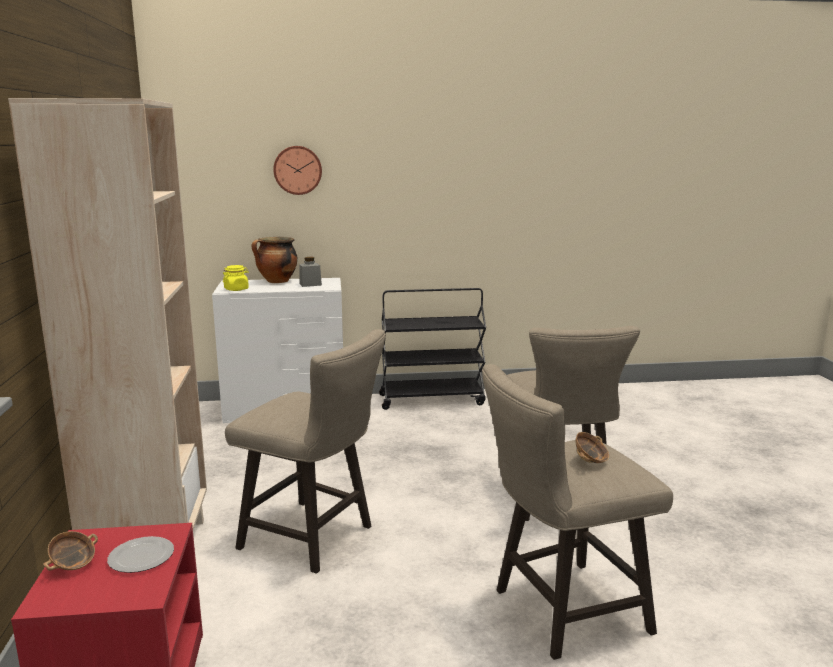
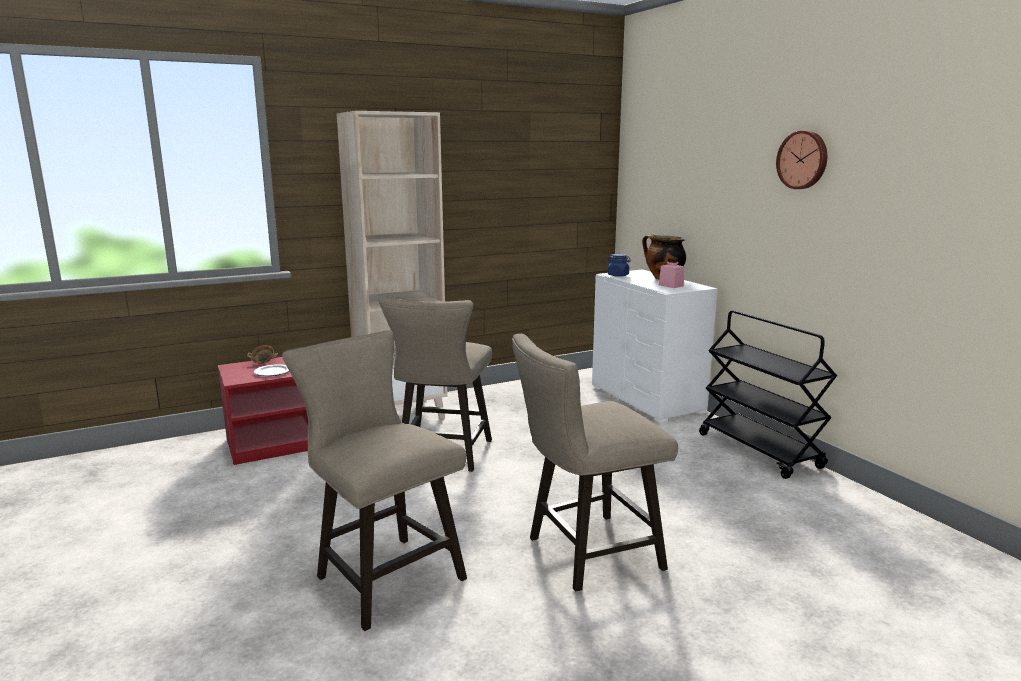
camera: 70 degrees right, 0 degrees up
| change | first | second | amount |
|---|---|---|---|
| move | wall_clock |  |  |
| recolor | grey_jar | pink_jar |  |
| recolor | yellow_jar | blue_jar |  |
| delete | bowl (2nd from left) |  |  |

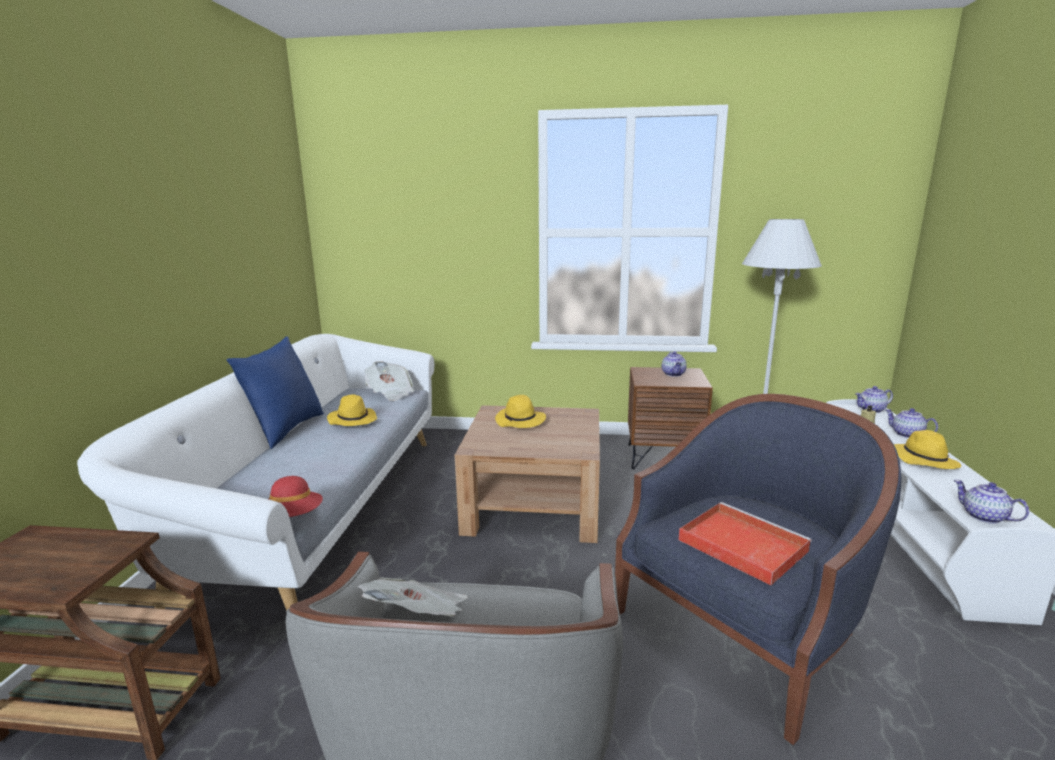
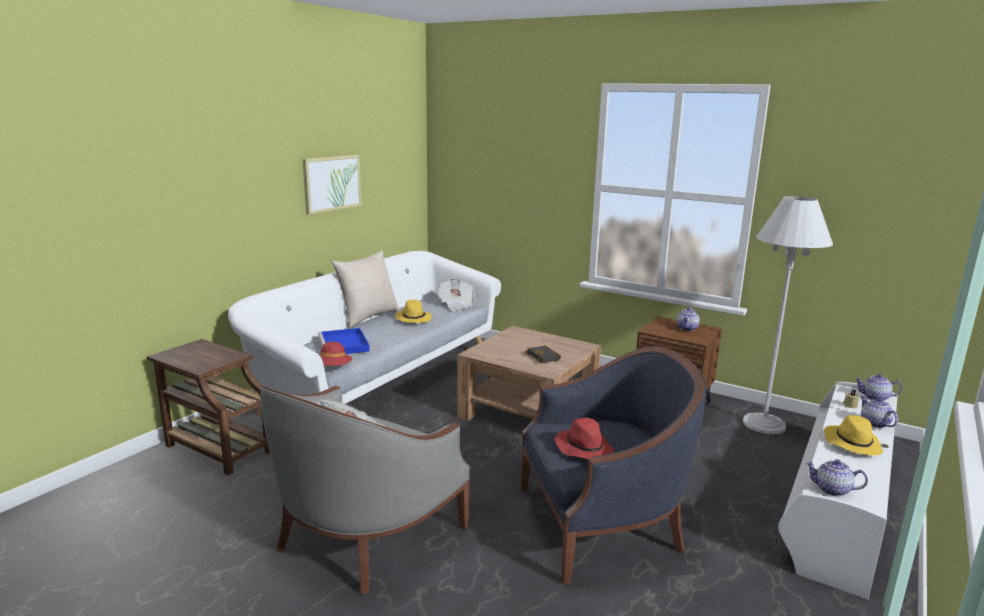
camera: 25 degrees right, 0 degrees up
| change | first | second | amount |
|---|---|---|---|
| recolor | blue_pillow | beige_pillow |  |
| delete | yellow_hat (2nd from left) |  |  |
| rotate | teapot (4th from left in the first image) | teapot (2nd from left) | 60 degrees counterclockwise |
| replace | red_tray | red_hat (2nd from left) |  |
| insert |  | picture |  |
| insert |  | blue_tray |  |
| insert |  | black_book |  |

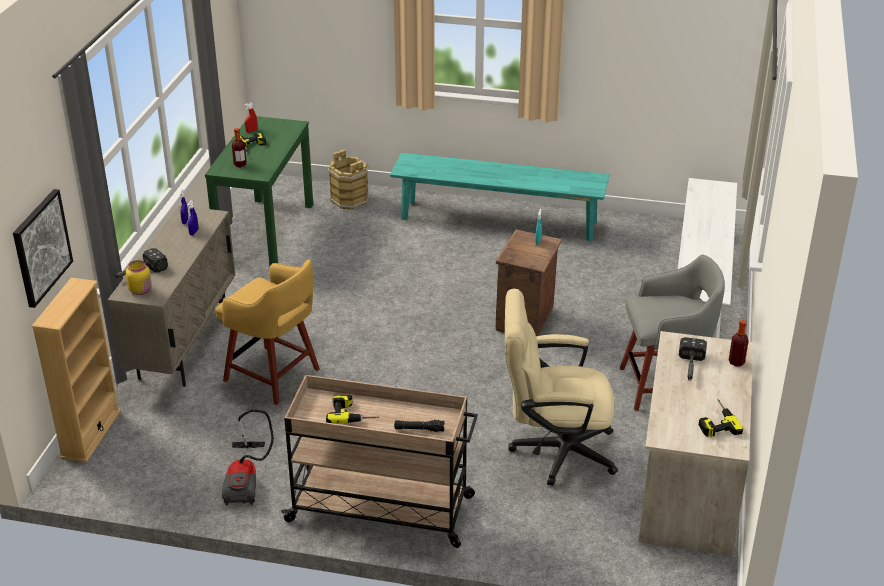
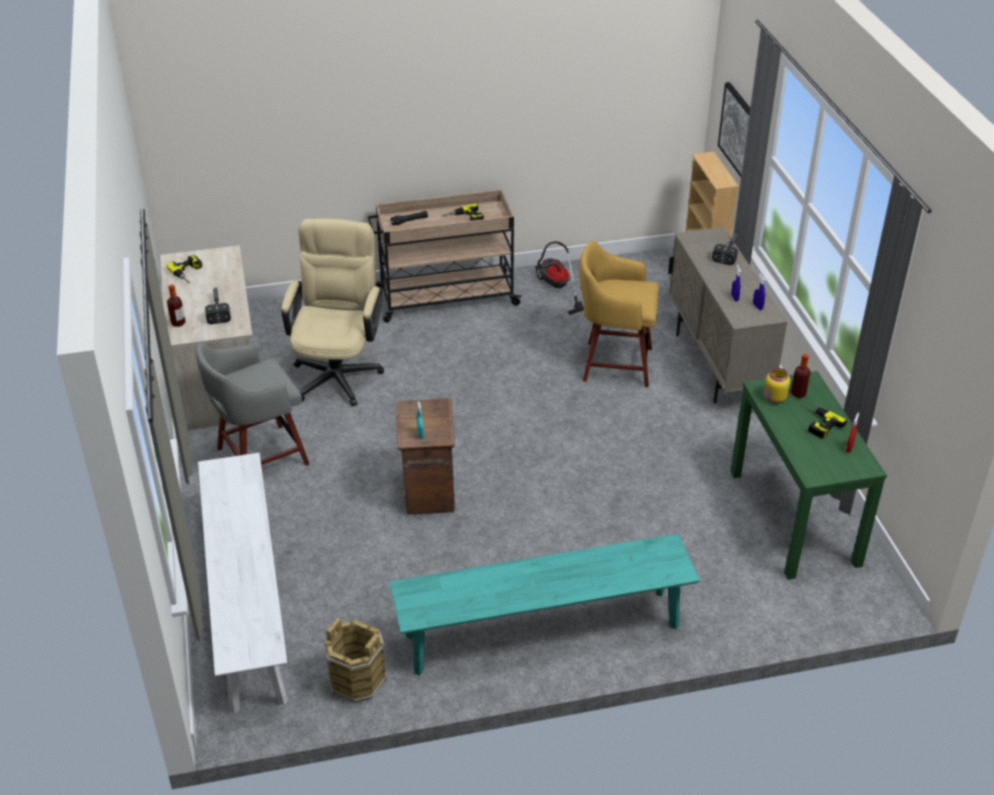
camera: 155 degrees right, 5 degrees up
| change | first | second | amount |
|---|---|---|---|
| move | brown_bucket |  |  |
| move | yellow_jar |  |  |
| rotate | beige_office_chair |  | 60 degrees counterclockwise |

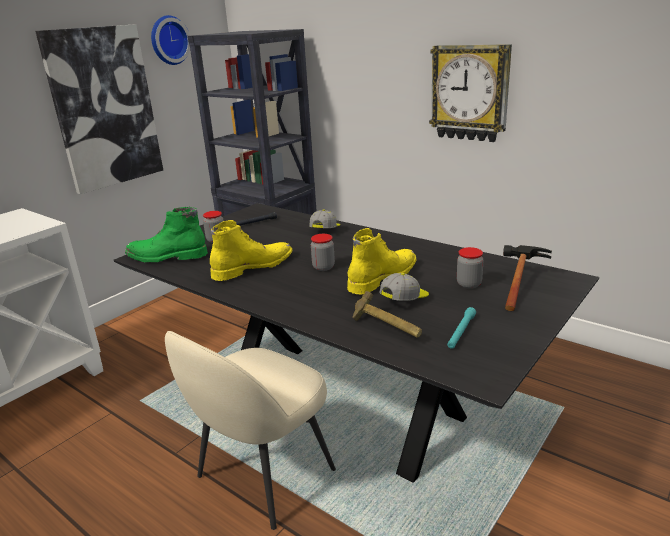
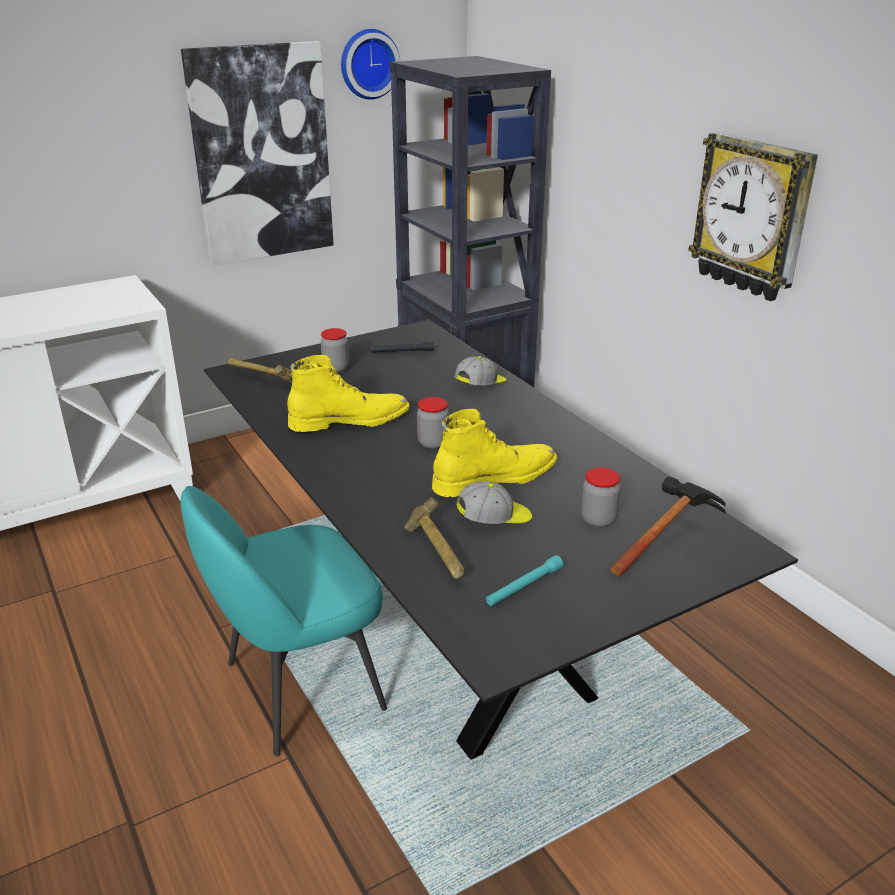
camera: 20 degrees right, 5 degrees up
| change | first | second | amount |
|---|---|---|---|
| replace | green_boot | hammer (1st from left) |  |
| recolor | beige_chair | turquoise_chair |  |

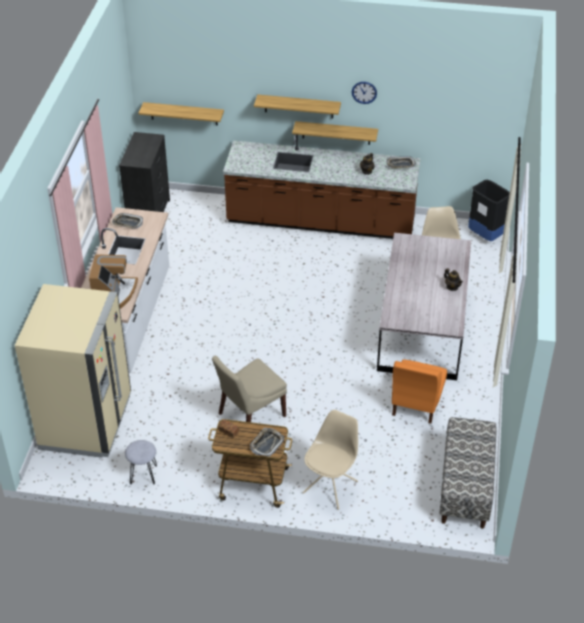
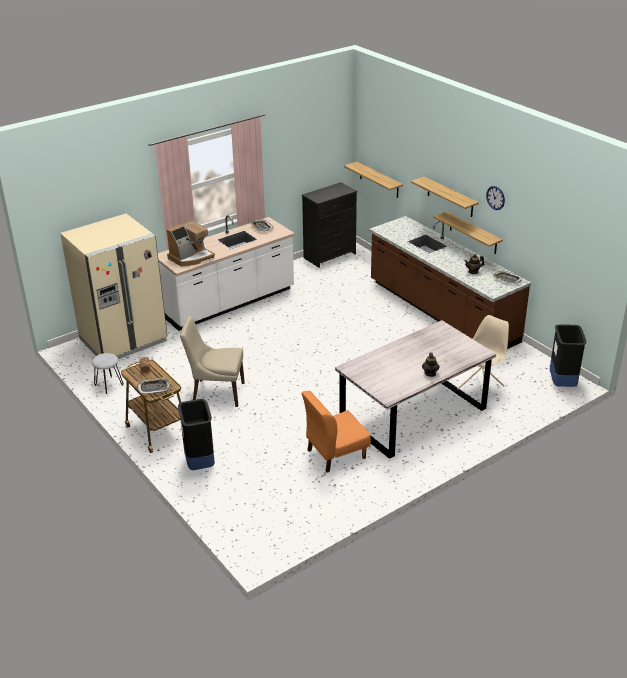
camera: 45 degrees right, 10 degrees down
| change | first | second | amount |
|---|---|---|---|
| replace | beige_chair (2nd from left) | black_trash_can (1st from left) |  |
| delete | bench |  |  |

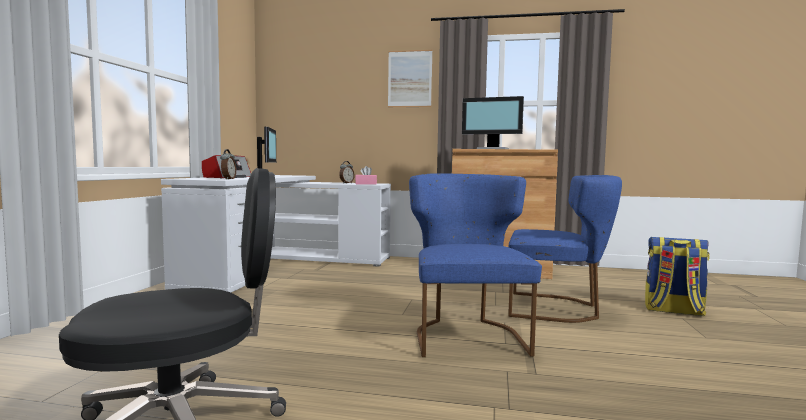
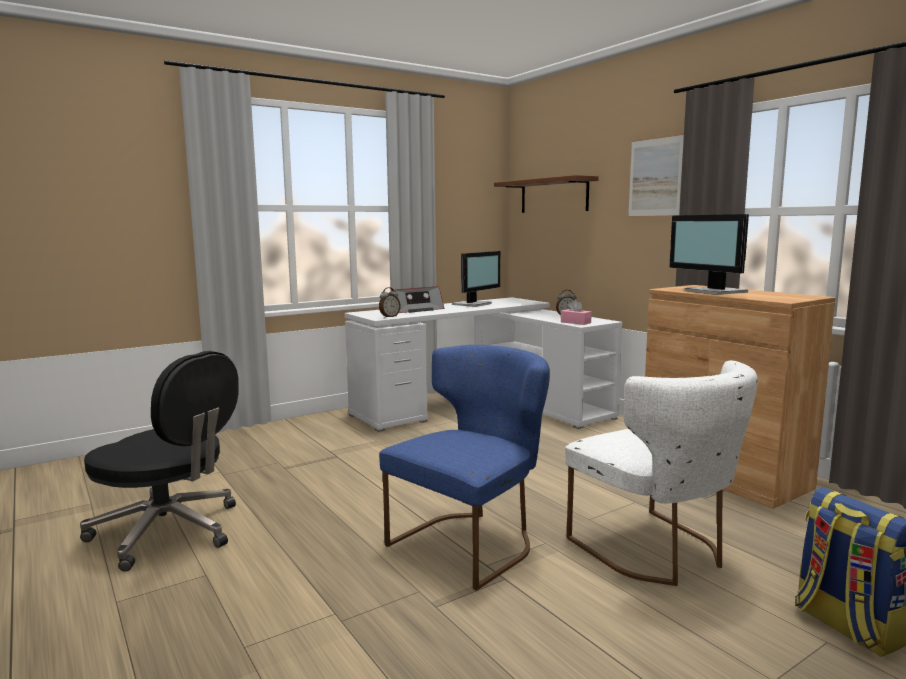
camera: 45 degrees right, 5 degrees up
| change | first | second | amount |
|---|---|---|---|
| recolor | blue_chair (2nd from left) | white_chair |  |
| insert |  | brown_shelf |  |

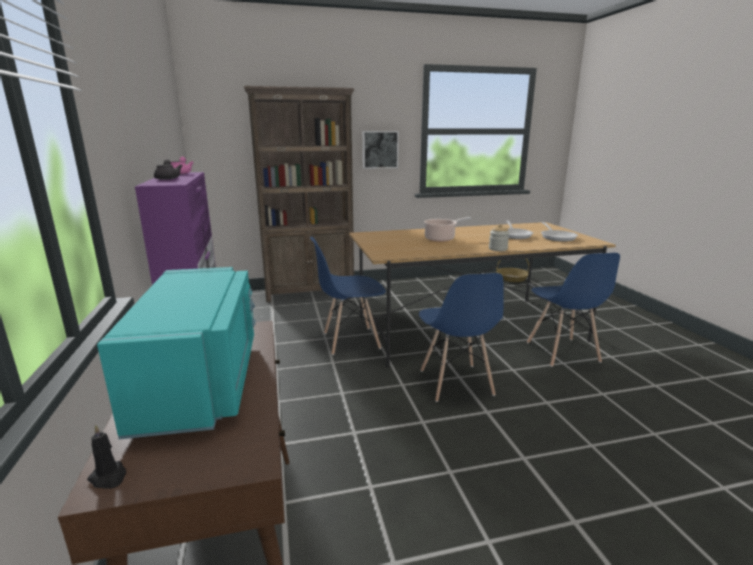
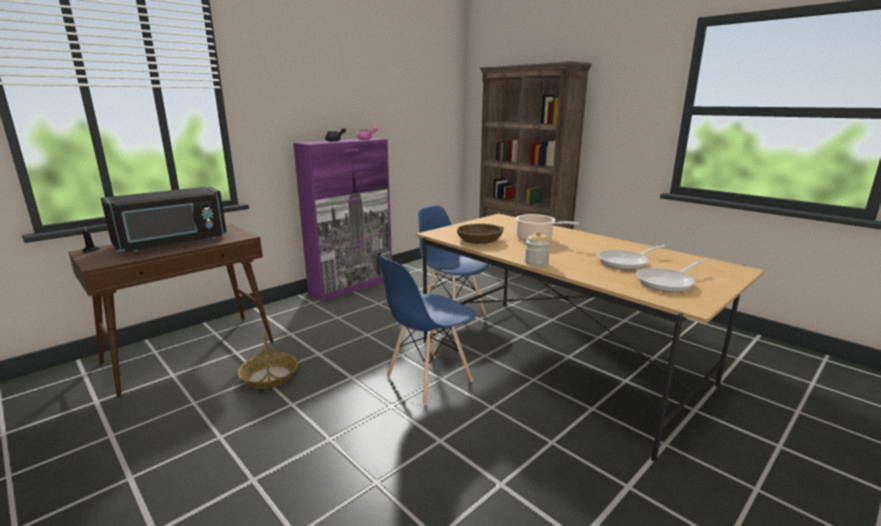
camera: 60 degrees right, 0 degrees up
| change | first | second | amount |
|---|---|---|---|
| delete | picture |  |  |
| delete | blue_chair (3rd from left) |  |  |
| move | basket |  |  |
| recolor | turquoise_microwave | black_microwave |  |
| insert |  | brown_bowl |  |

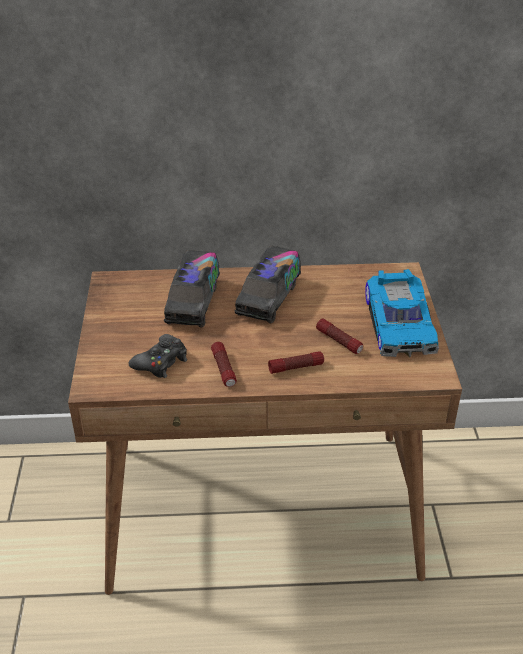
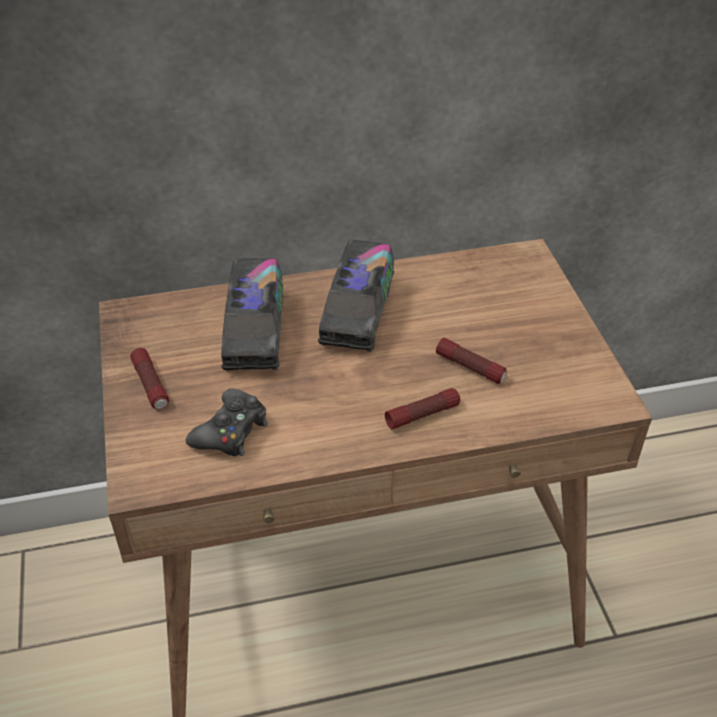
camera: 10 degrees left, 5 degrees up
| change | first | second | amount |
|---|---|---|---|
| delete | toy_car |  |  |
| move | flashlight (1st from left) |  |  |

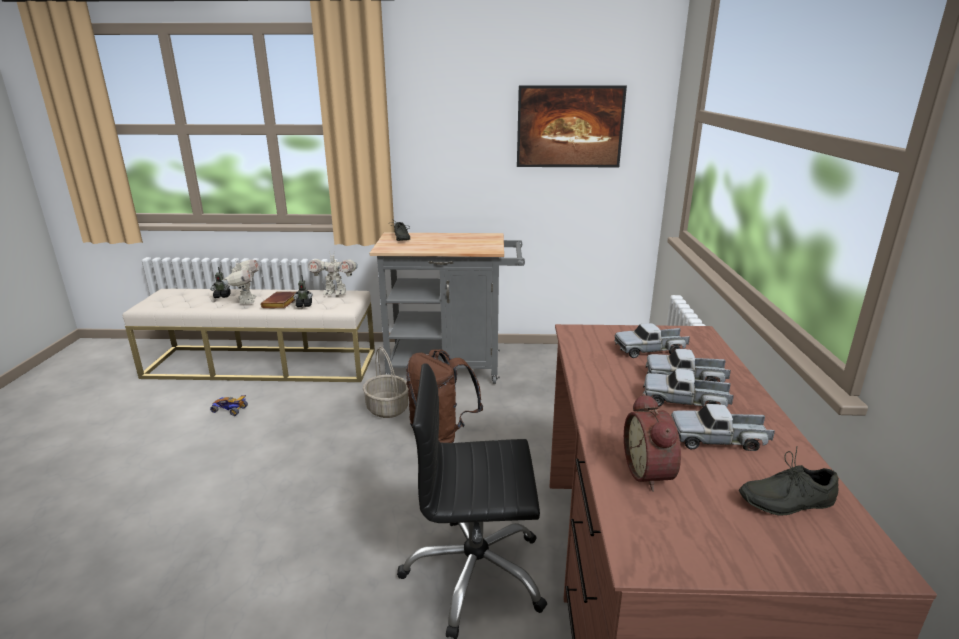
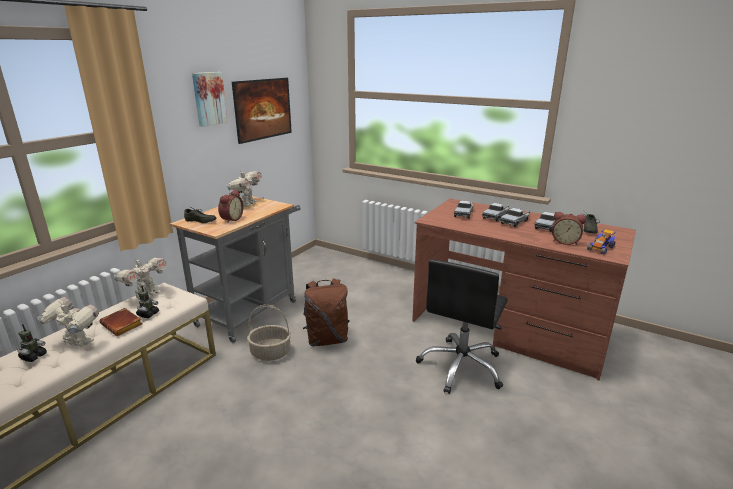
camera: 60 degrees left, 0 degrees up
| change | first | second | amount |
|---|---|---|---|
| move | toy_car |  |  |
| insert |  | picture (1st from left) |  |
| insert |  | toy_robot (5th from left) |  |
| insert |  | alarm_clock (1st from left) |  |

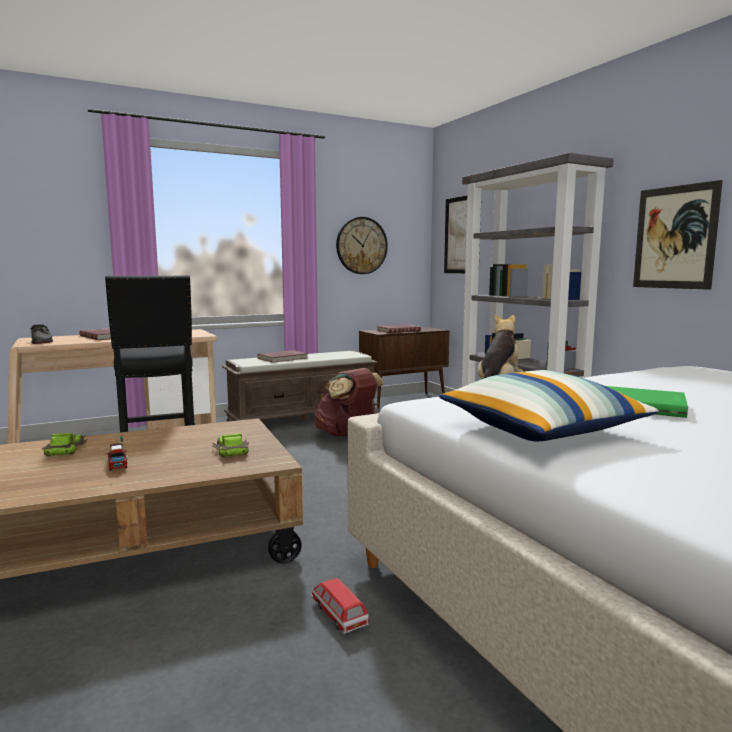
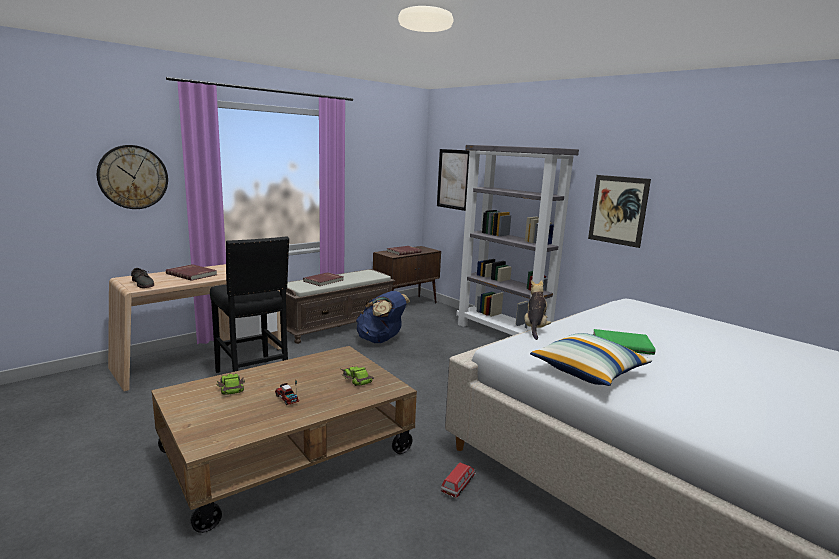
camera: 15 degrees left, 5 degrees up
| change | first | second | amount |
|---|---|---|---|
| move | wall_clock |  |  |
| recolor | brown_backpack | blue_backpack |  |
| rotate | toy_car (3rd from left) |  | 75 degrees clockwise |

